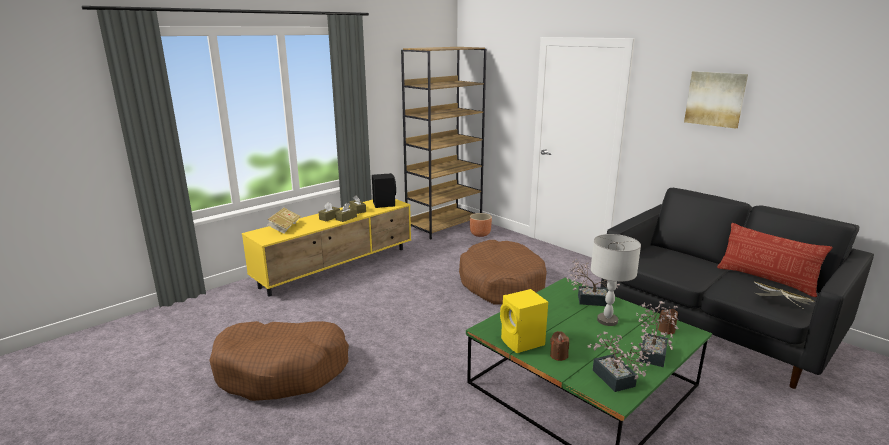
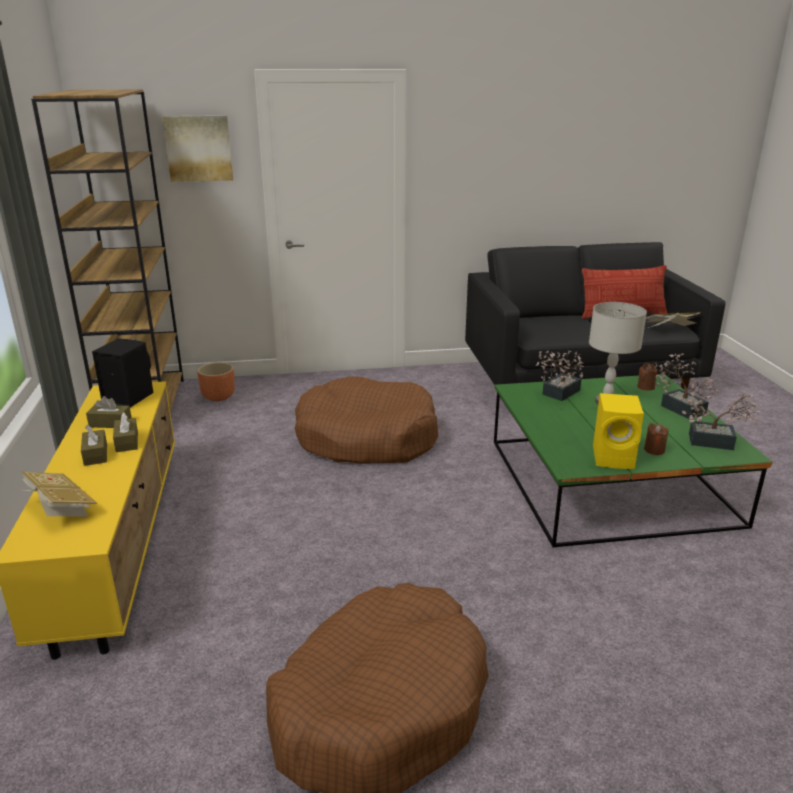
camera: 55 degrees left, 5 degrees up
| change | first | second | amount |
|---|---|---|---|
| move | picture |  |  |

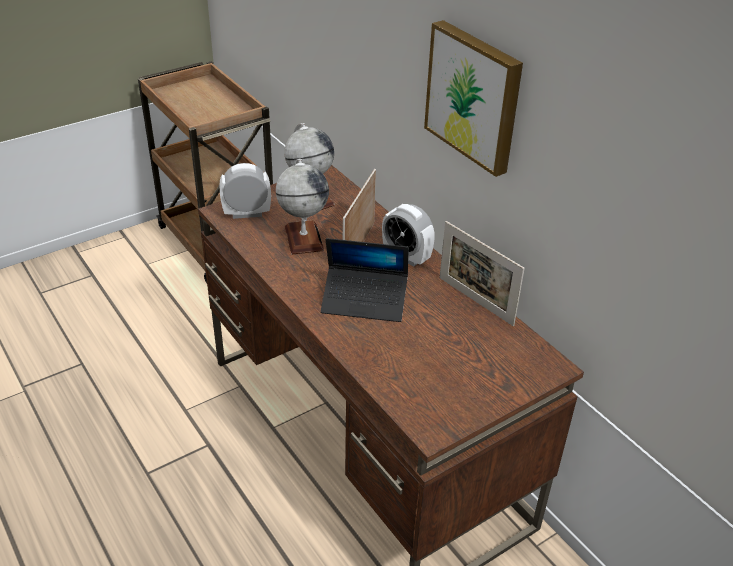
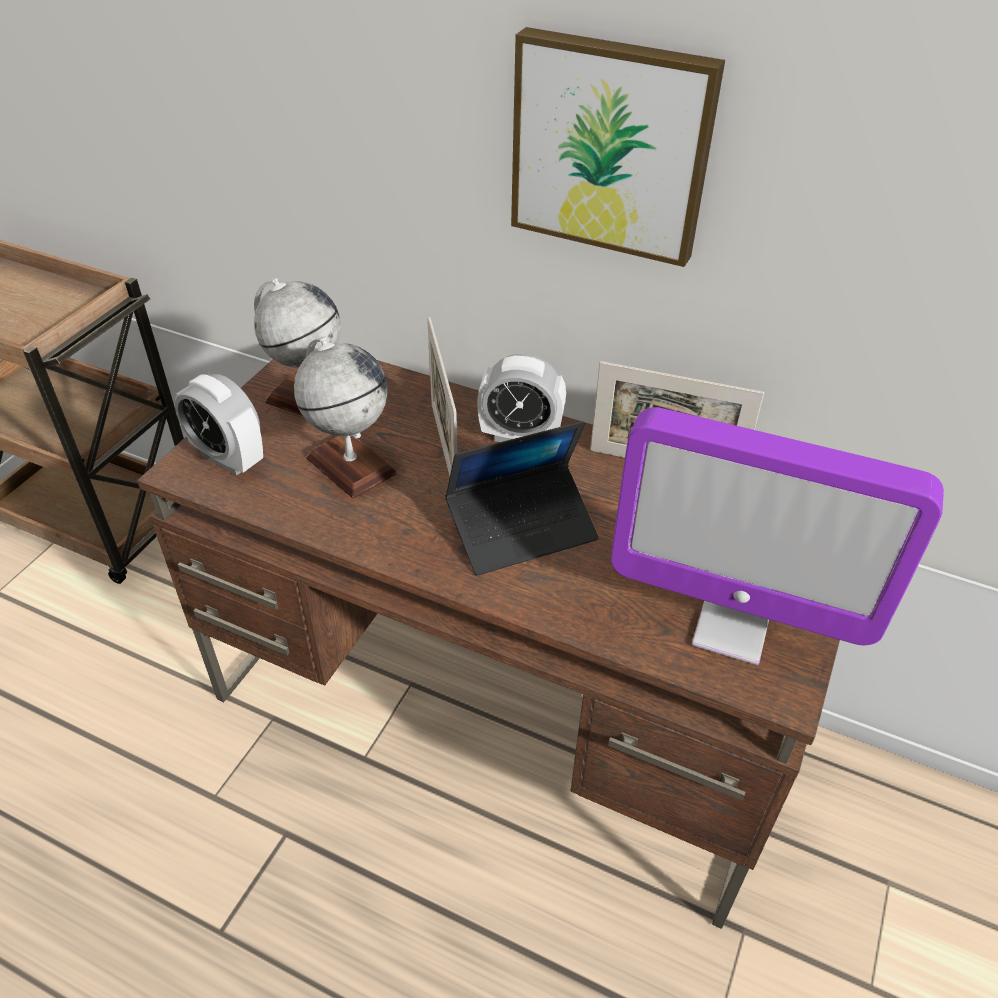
camera: 30 degrees left, 5 degrees up
| change | first | second | amount |
|---|---|---|---|
| rotate | alarm_clock (1st from left) |  | 105 degrees counterclockwise |
| insert |  | monitor |  |

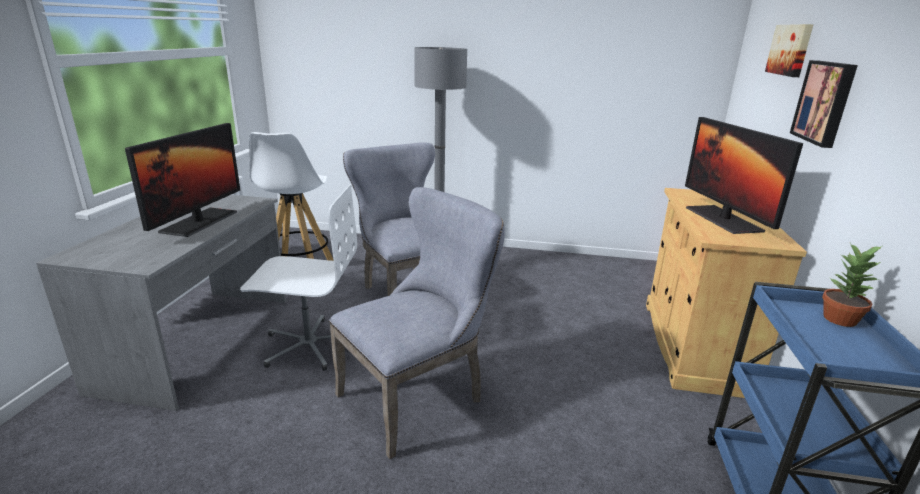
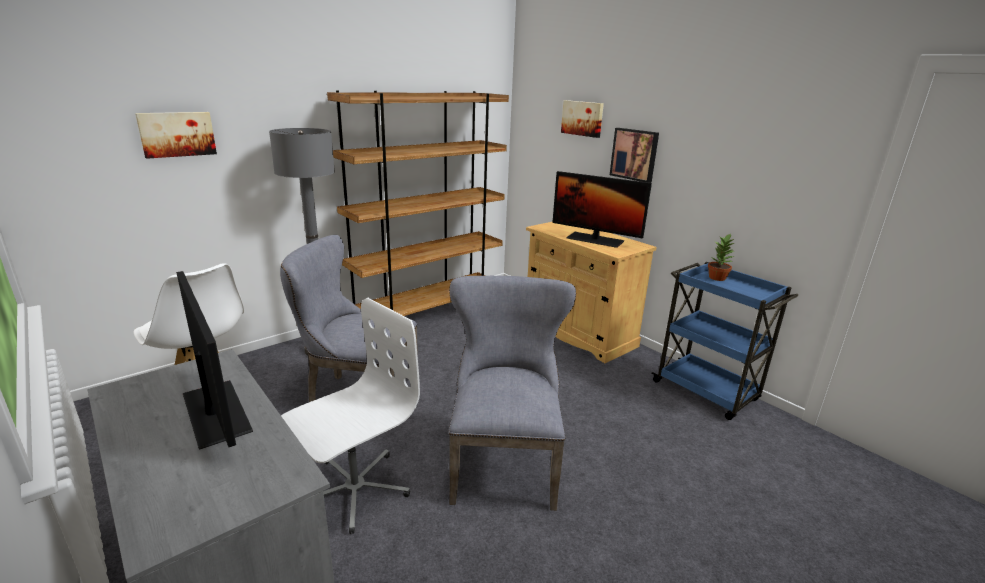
camera: 50 degrees left, 0 degrees up
| change | first | second | amount |
|---|---|---|---|
| insert |  | brown_bookcase |  |
| insert |  | picture (1st from left) |  |

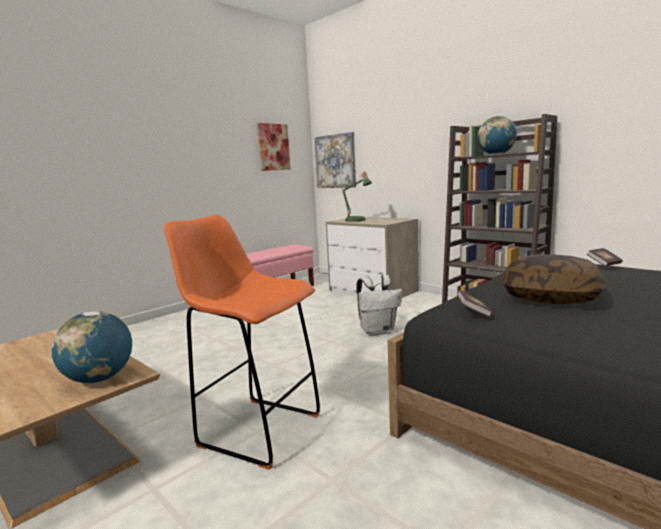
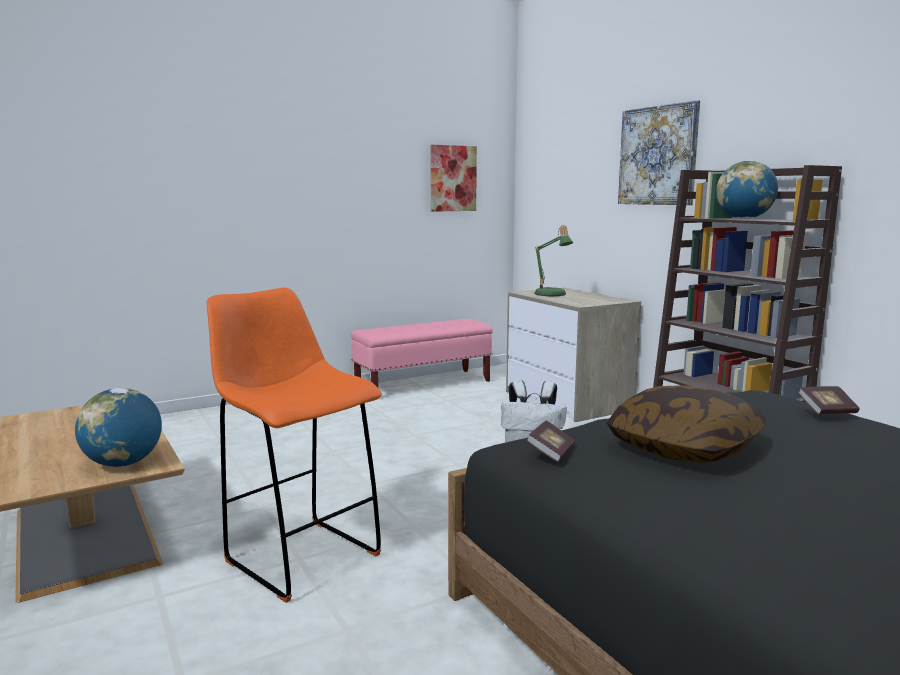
camera: 15 degrees right, 0 degrees up
| change | first | second | amount |
|---|---|---|---|
| move | picture (2nd from left) |  |  |

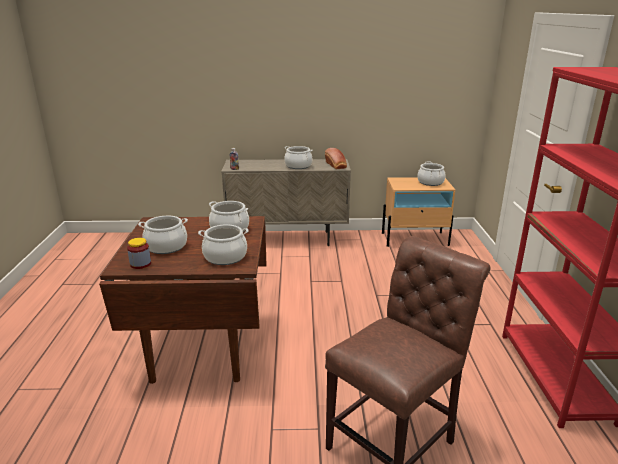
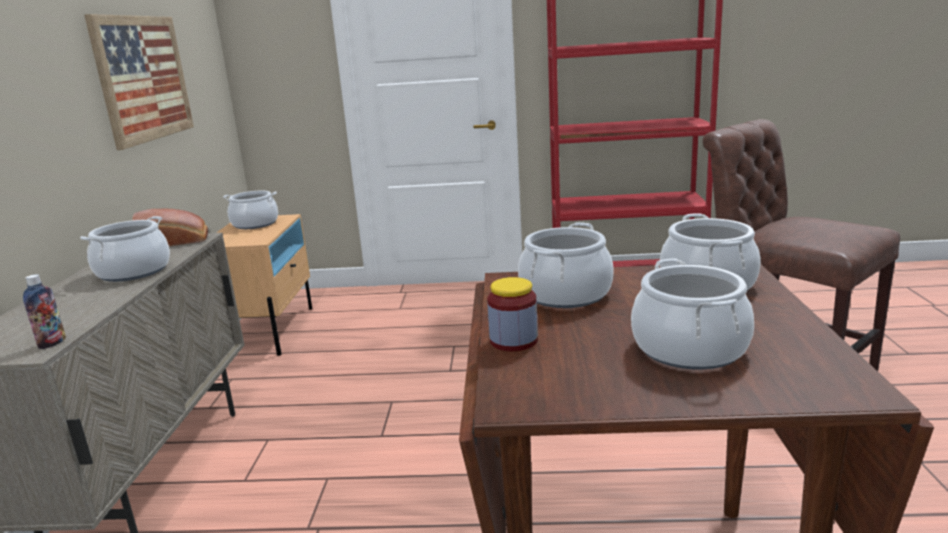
camera: 85 degrees left, 5 degrees down
| change | first | second | amount |
|---|---|---|---|
| move | jar |  |  |
| insert |  | picture |  |

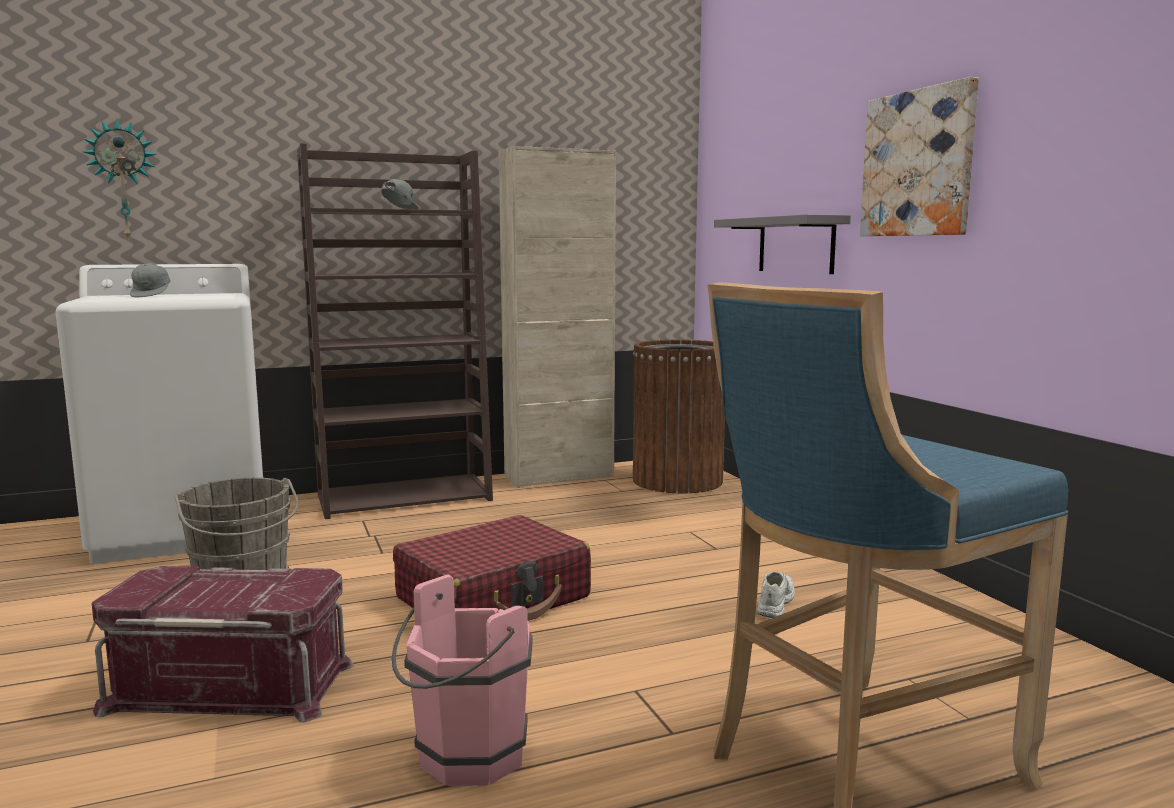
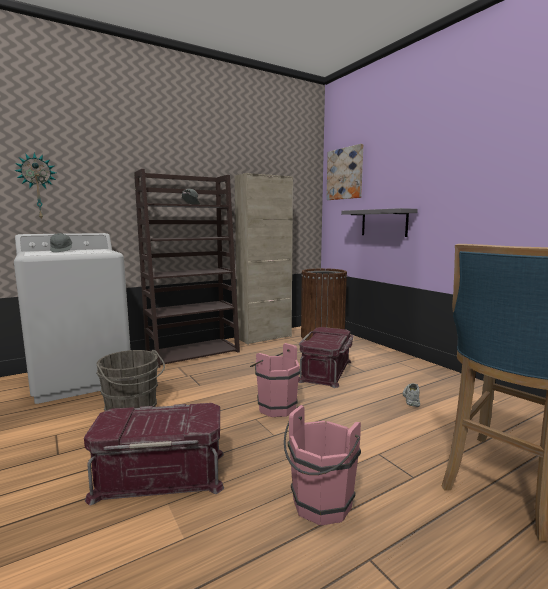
camera: 10 degrees left, 0 degrees up
| change | first | second | amount |
|---|---|---|---|
| move | picture |  |  |
| replace | red_suitcase | pink_bucket (1st from left) |  |
| insert |  | red_storage_box (2nd from left) |  |

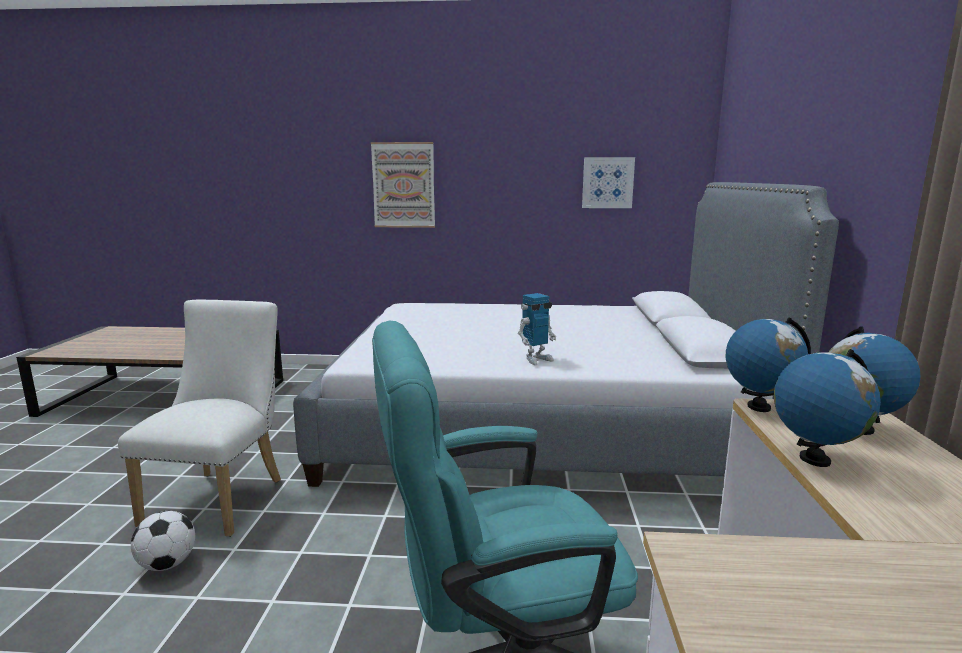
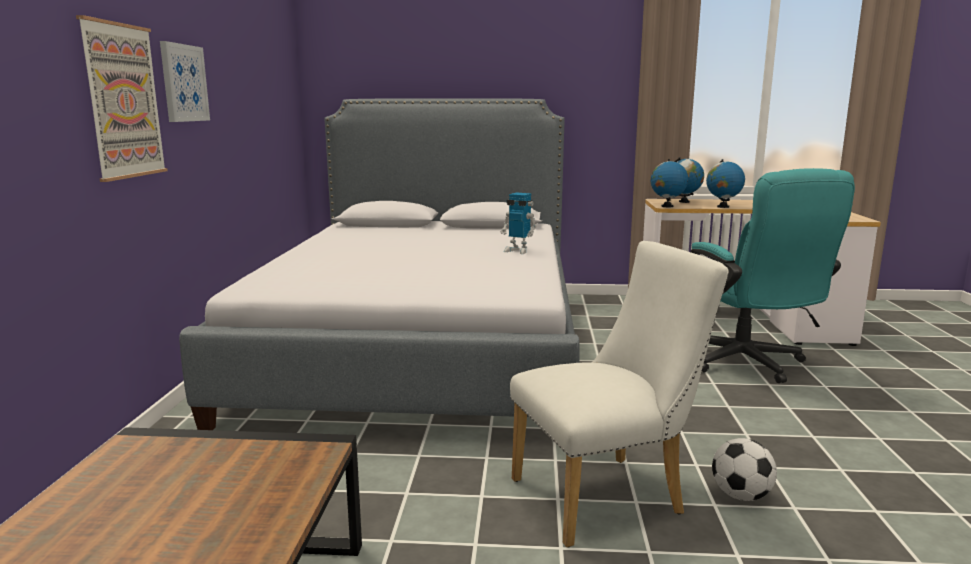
camera: 90 degrees left, 0 degrees up
| change | first | second | amount |
|---|---|---|---|
| move | picture (2nd from left) |  |  |
| rotate | toy_robot |  | 150 degrees clockwise |
| rotate | white_chair |  | 150 degrees clockwise |

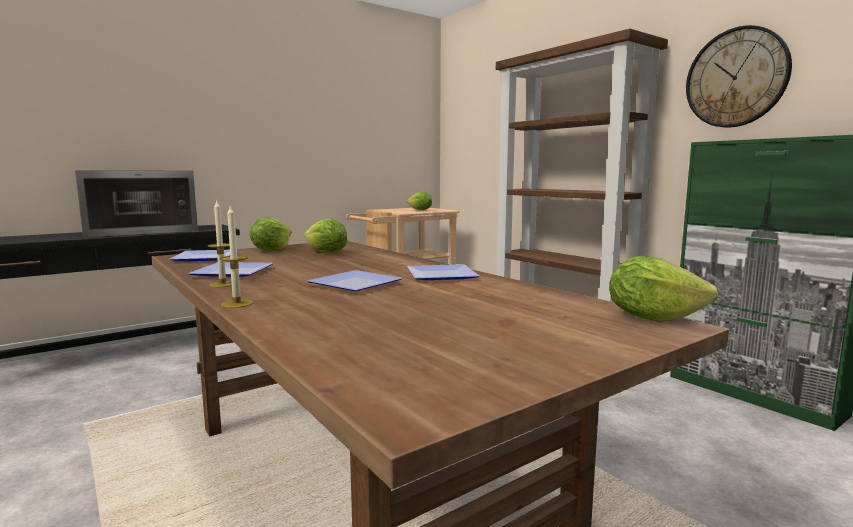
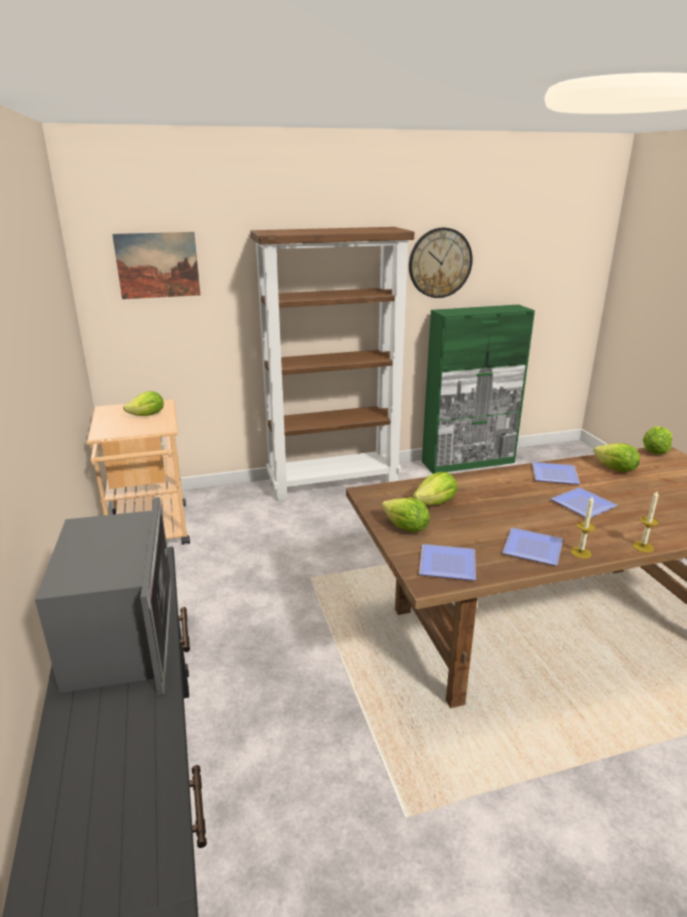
camera: 70 degrees left, 15 degrees up
| change | first | second | amount |
|---|---|---|---|
| insert |  | picture |  |
| insert |  | lettuce (4th from left) |  |

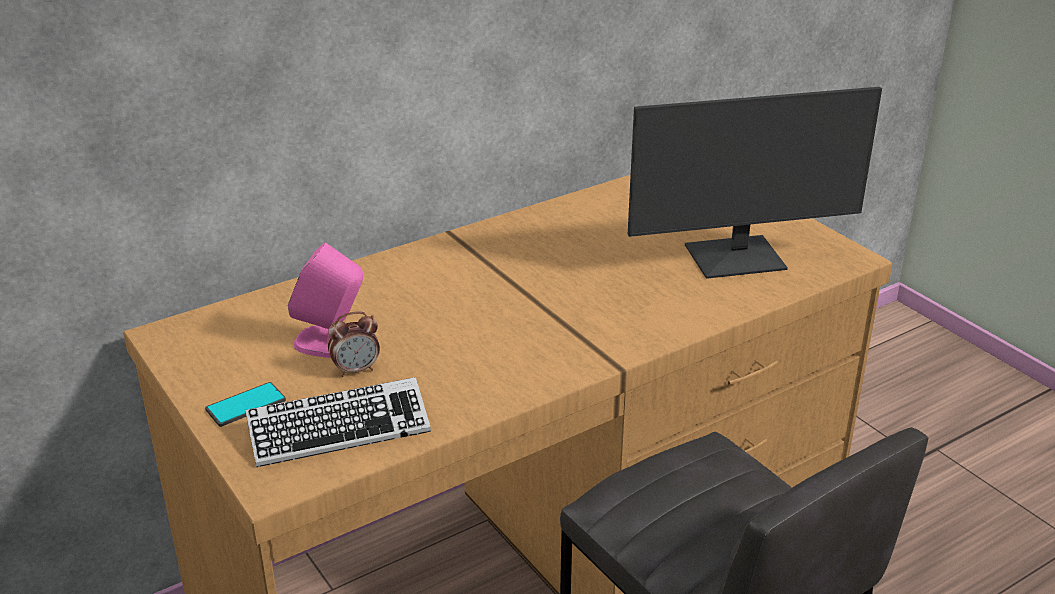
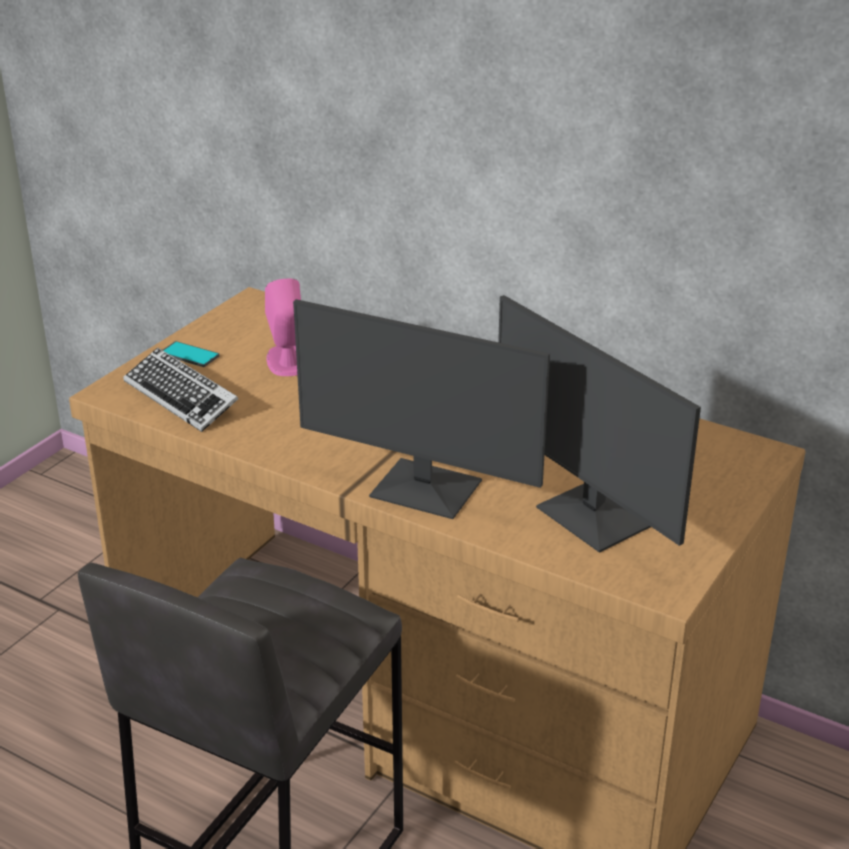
camera: 65 degrees right, 0 degrees up
| change | first | second | amount |
|---|---|---|---|
| delete | alarm_clock |  |  |
| insert |  | monitor (1st from left) |  |

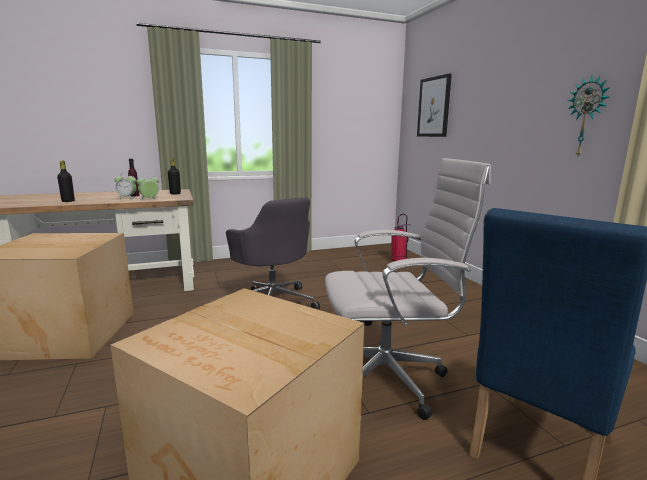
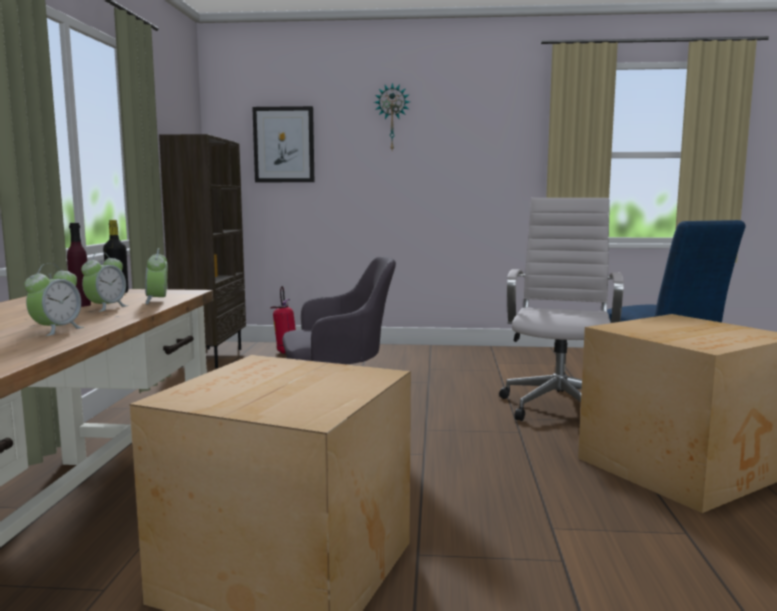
camera: 65 degrees left, 5 degrees down
| change | first | second | amount |
|---|---|---|---|
| move | wall_clock |  |  |
| replace | black_bottle (1st from left) | alarm_clock (1st from left) |  |
| insert |  | brown_bookcase |  |

